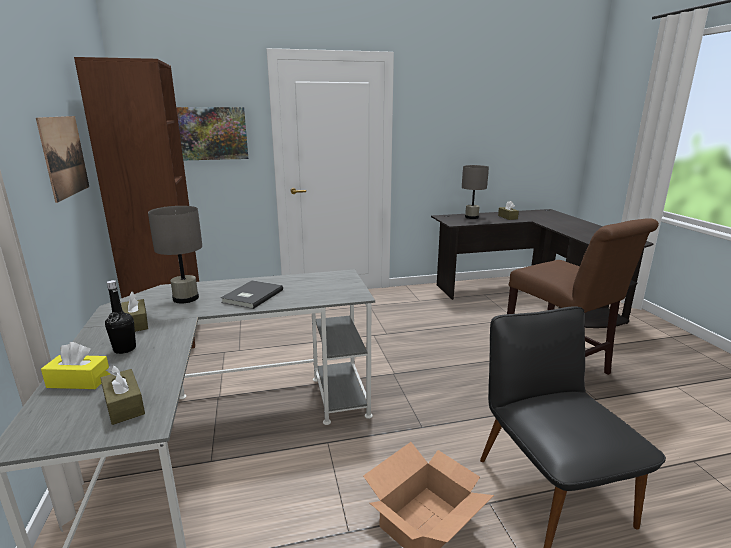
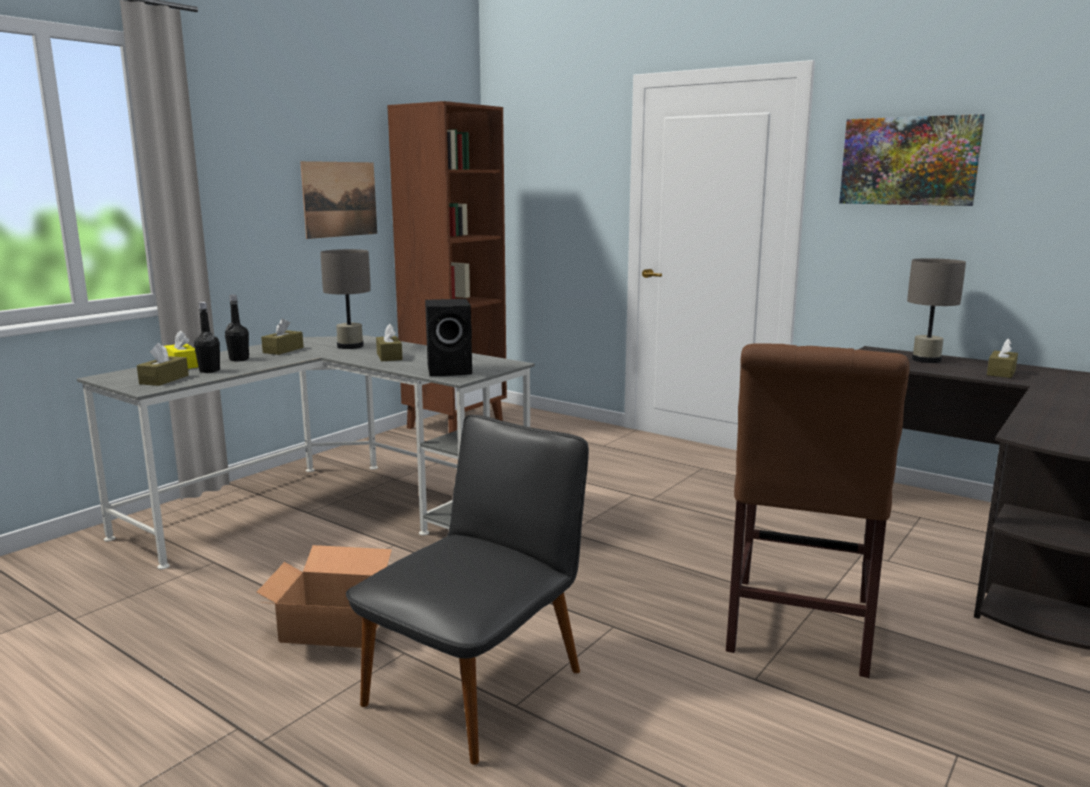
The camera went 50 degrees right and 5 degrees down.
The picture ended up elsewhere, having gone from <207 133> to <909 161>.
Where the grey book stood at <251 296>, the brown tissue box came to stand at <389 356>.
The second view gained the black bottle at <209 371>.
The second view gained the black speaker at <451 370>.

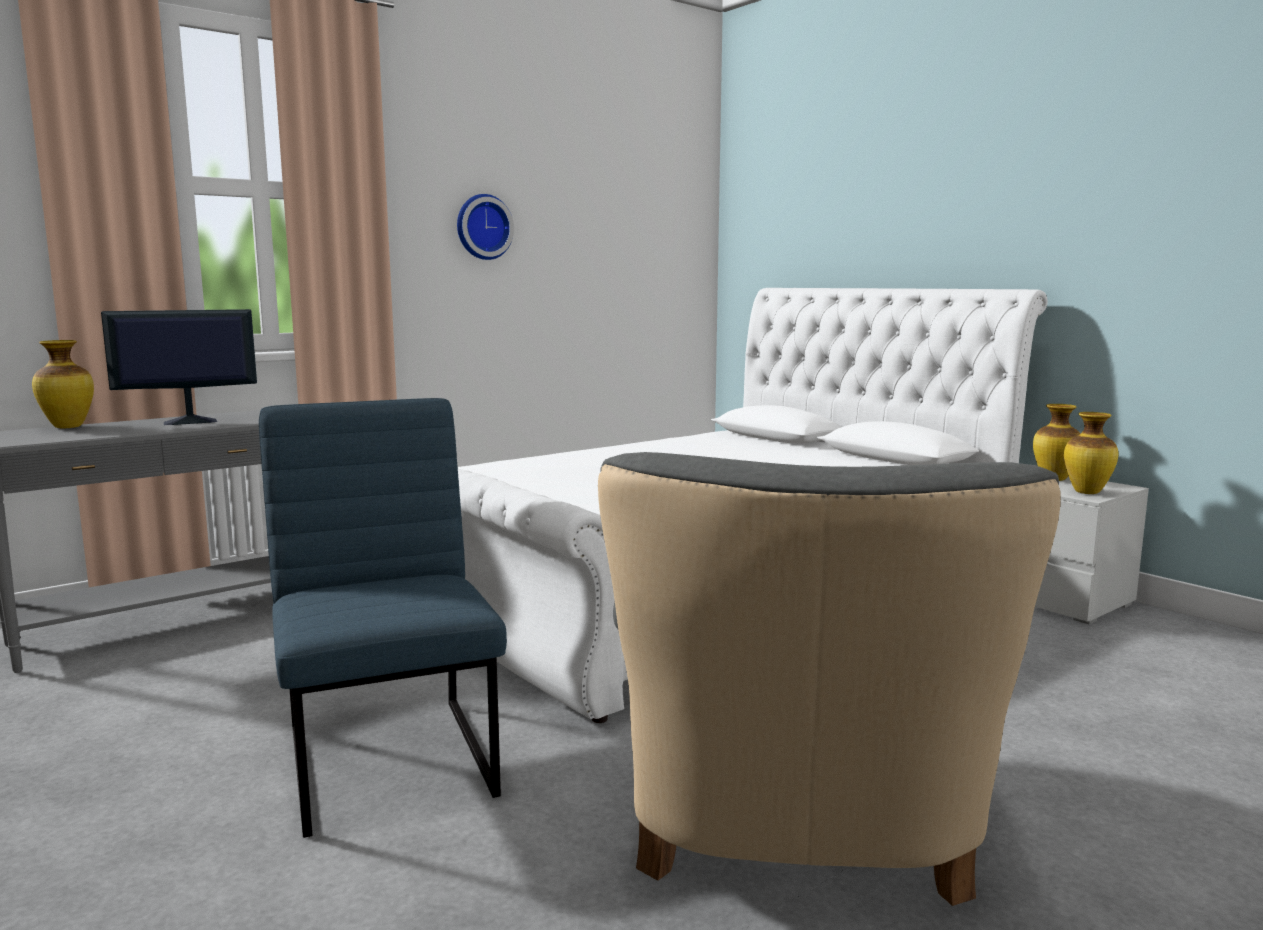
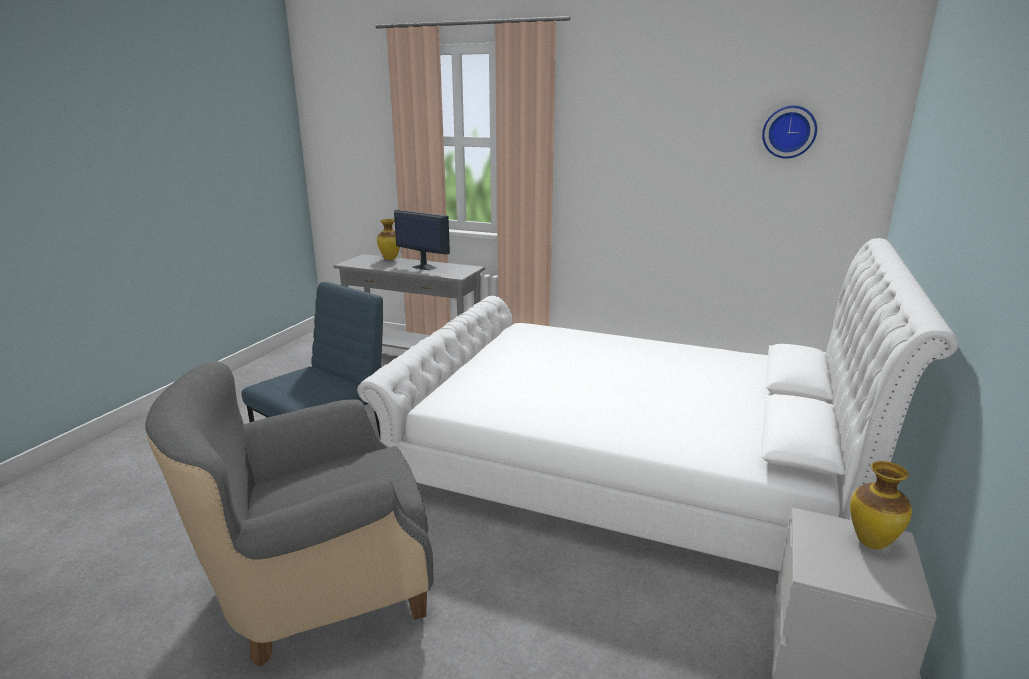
The camera went 60 degrees right and 10 degrees up.
The wall clock ended up elsewhere, having gone from <483 227> to <789 132>.
The second view lost the vase at <1087 492>.

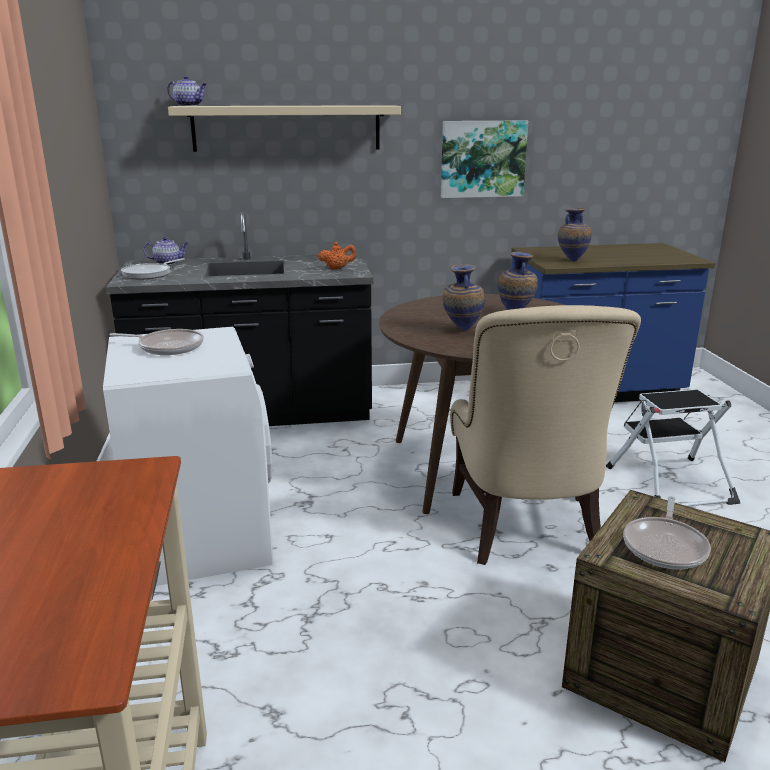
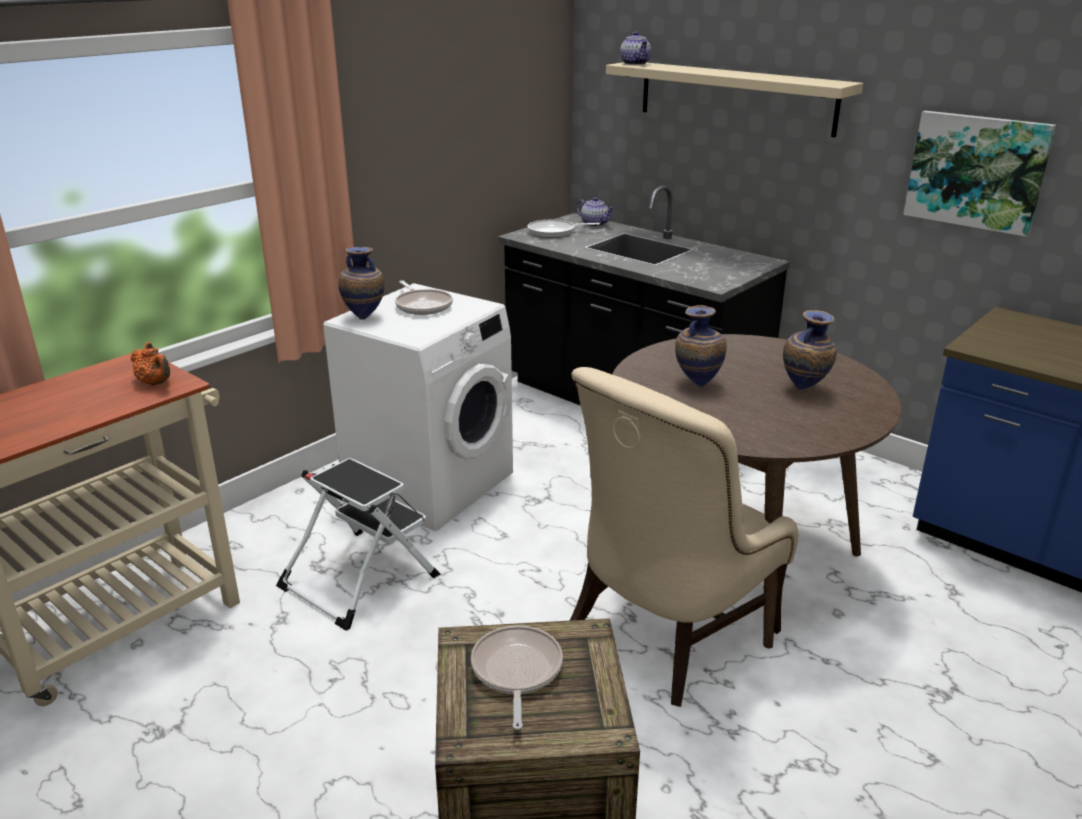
The camera went 50 degrees right and 5 degrees up.
The orange teapot ended up elsewhere, having gone from <337 268> to <156 383>.
The vase ended up elsewhere, having gone from <572 261> to <365 317>.
The step ladder ended up elsewhere, having gone from <670 482> to <359 577>.
The frying pan at <665 546> ended up facing another way, 105 degrees clockwise from before.

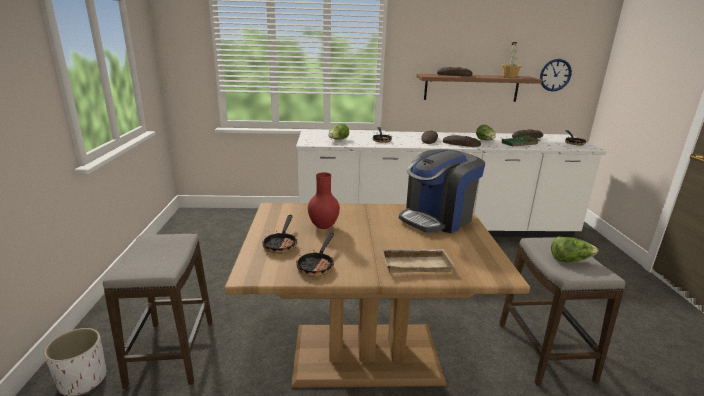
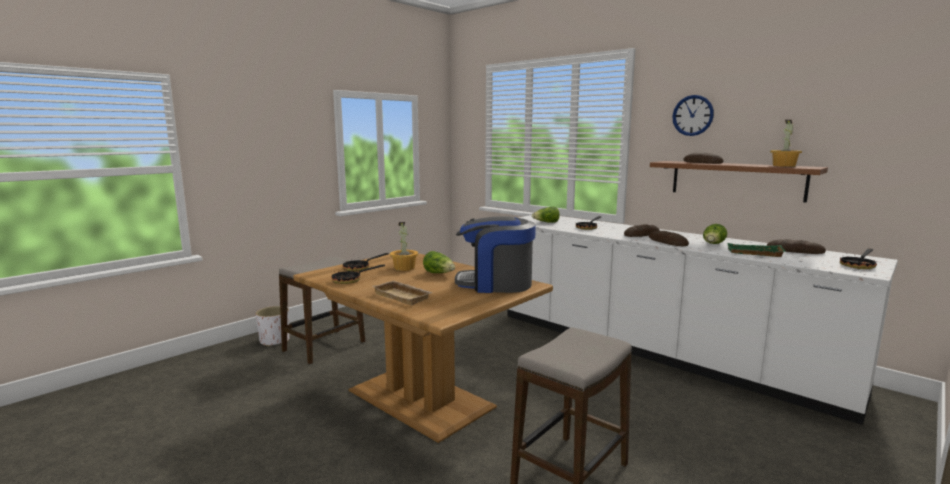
The camera went 45 degrees right and 10 degrees down.
Where the red vase stood at <323 227>, the potted plant came to stand at <404 268>.
The wall clock ended up elsewhere, having gone from <555 75> to <692 115>.
The lettuce ended up elsewhere, having gone from <570 260> to <439 273>.

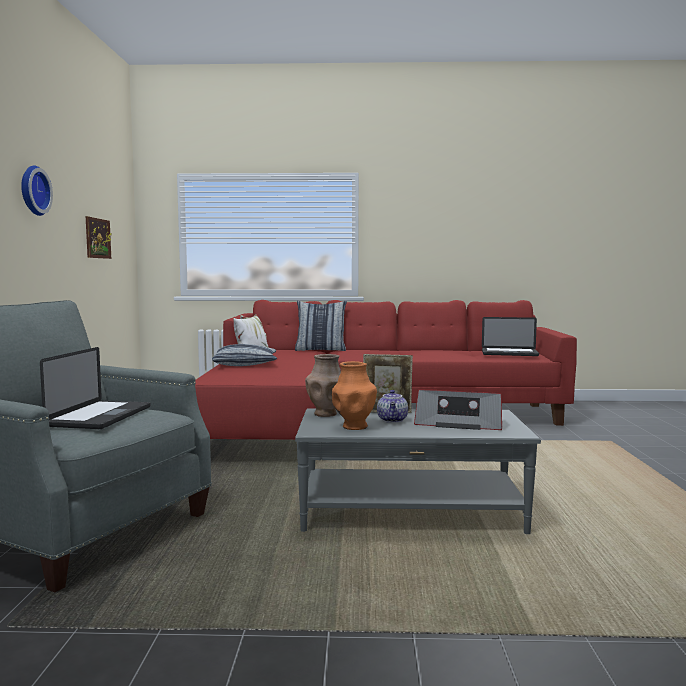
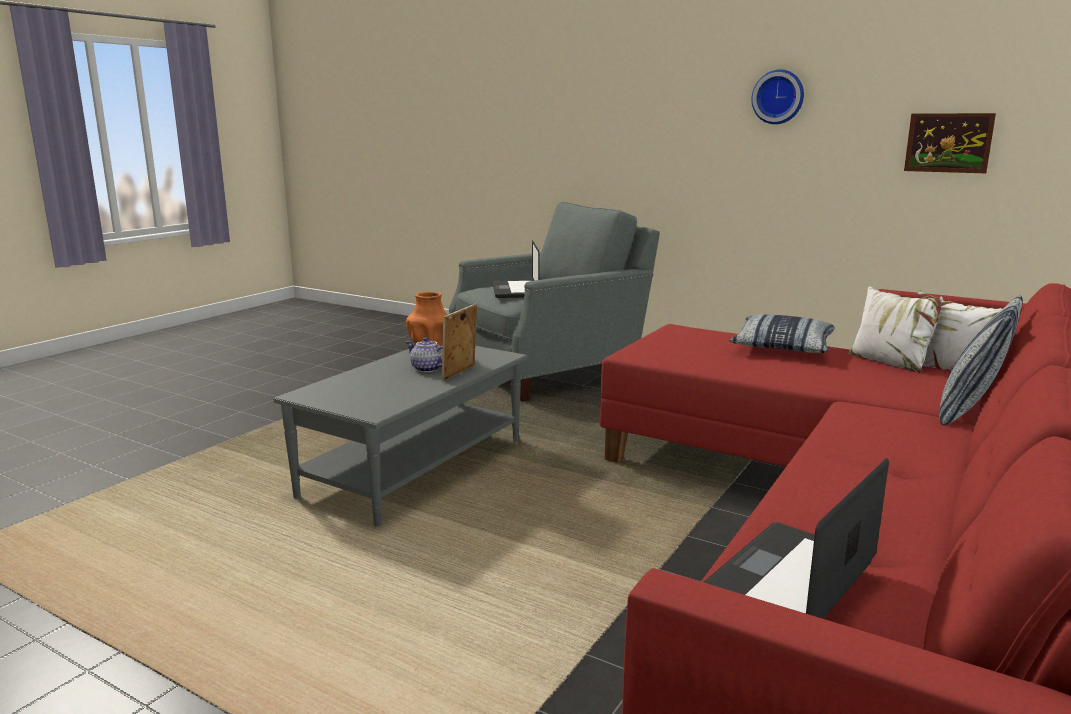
The camera went 120 degrees right and 10 degrees up.
The laptop at <100 416> ended up facing another way, 45 degrees clockwise from before.
The second view lost the brown vase at <326 414>.
The second view lost the radio at <458 423>.

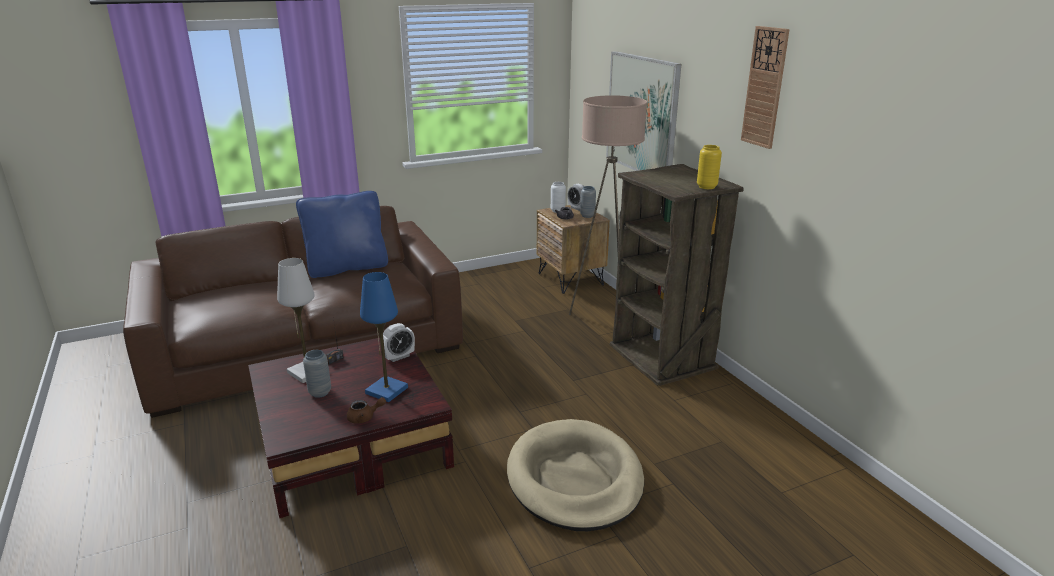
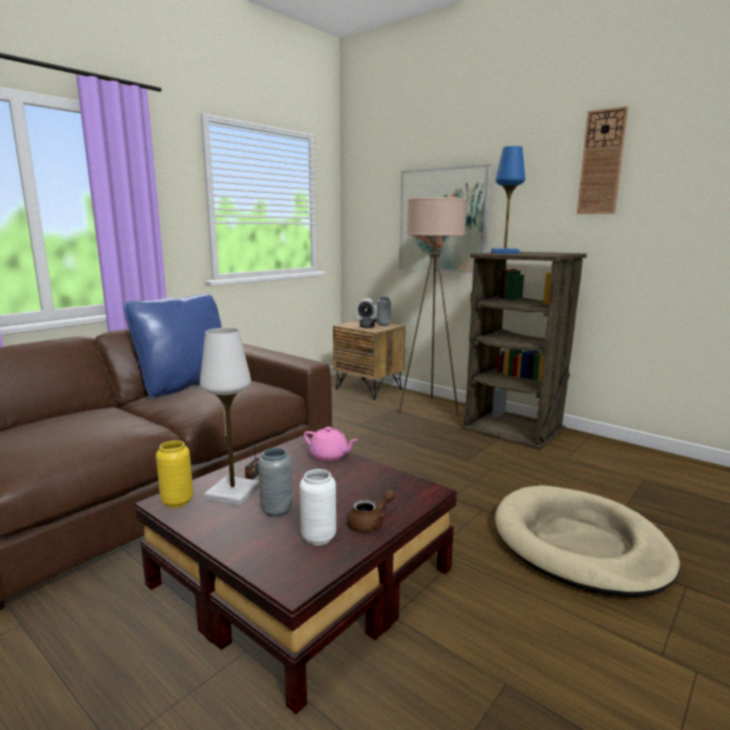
The camera went 25 degrees left and 10 degrees down.
The blue table lamp ended up elsewhere, having gone from <386 391> to <504 253>.
Where the alarm clock stood at <399 357>, the pink teapot came to stand at <329 456>.
The white vase ended up elsewhere, having gone from <557 211> to <318 538>.
The yellow vase ended up elsewhere, having gone from <706 187> to <177 501>.

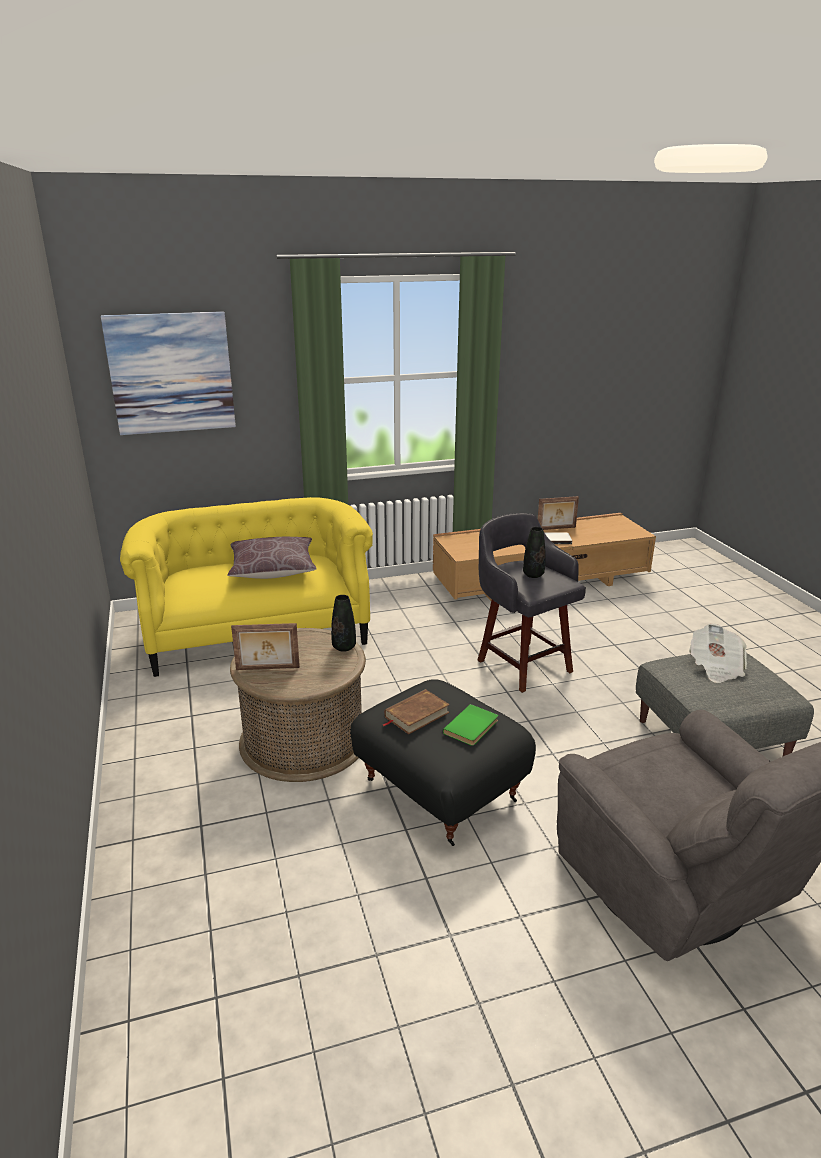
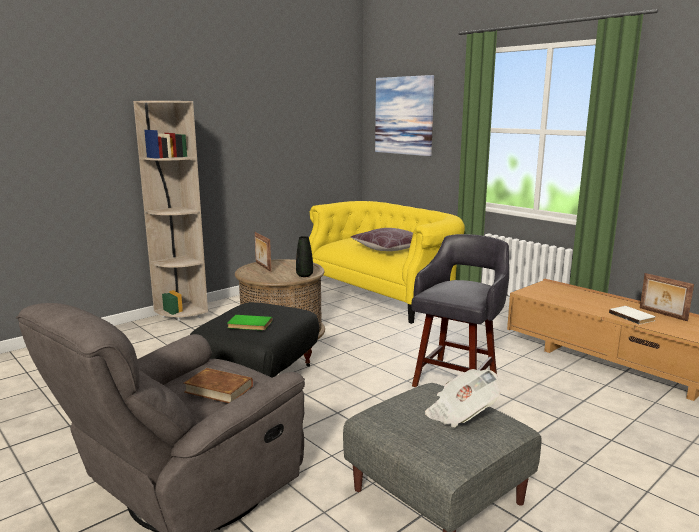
The camera went 65 degrees right and 10 degrees down.
The brown book ended up elsewhere, having gone from <416 715> to <218 389>.
The second view lost the black vase at <533 575>.
The second view gained the beige bookcase at <182 316>.

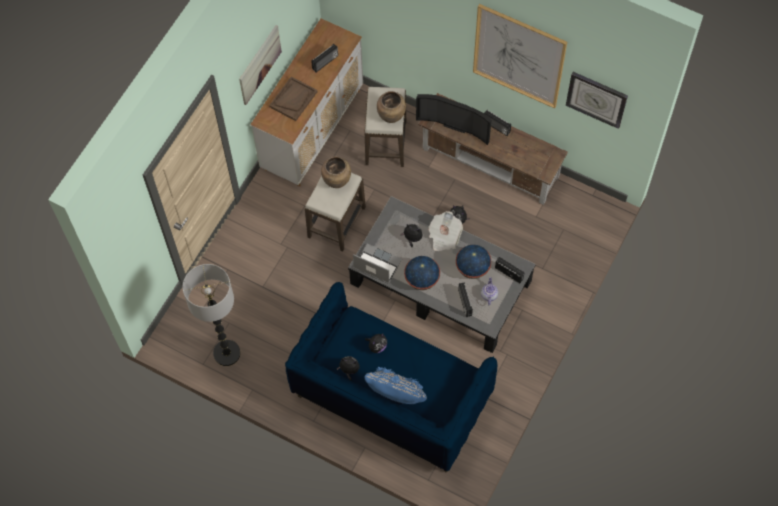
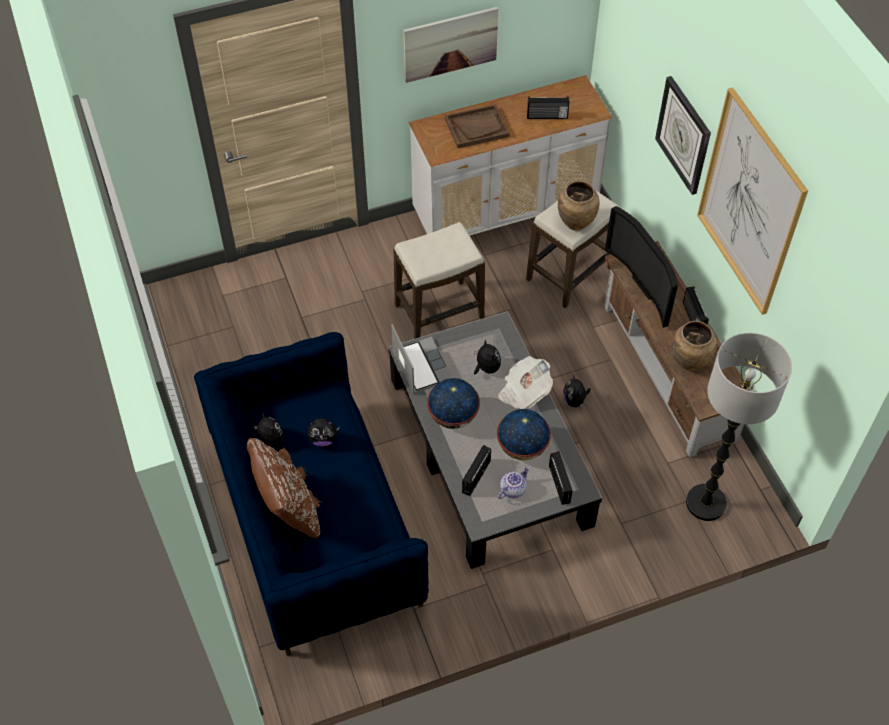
The camera went 40 degrees right and 10 degrees down.
The floor lamp ended up elsewhere, having gone from <227 353> to <705 503>.
The brown vase ended up elsewhere, having gone from <337 181> to <689 362>.
What was the blue pillow at <396 395> turned into the brown pillow at <291 508>.
The wall clock ended up elsewhere, having gone from <596 99> to <684 135>.

